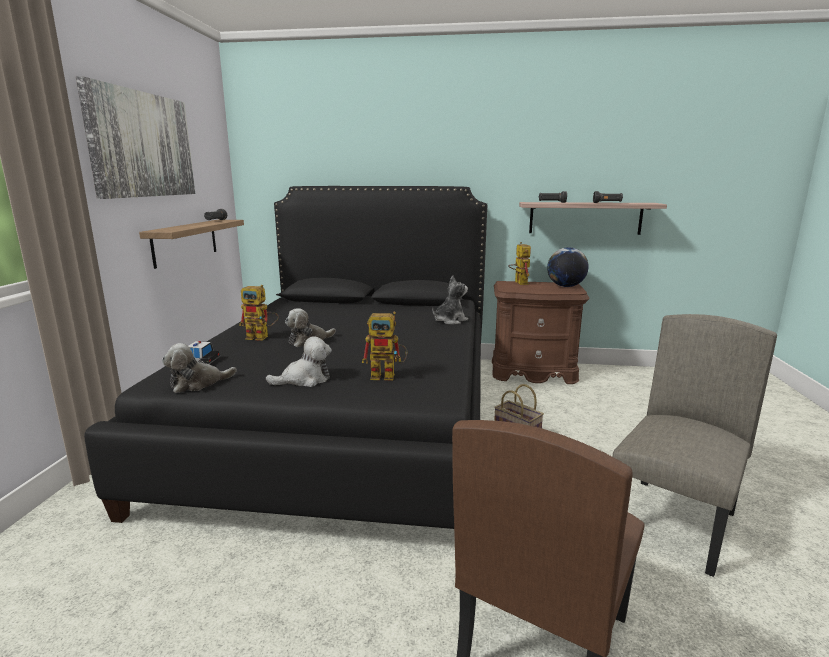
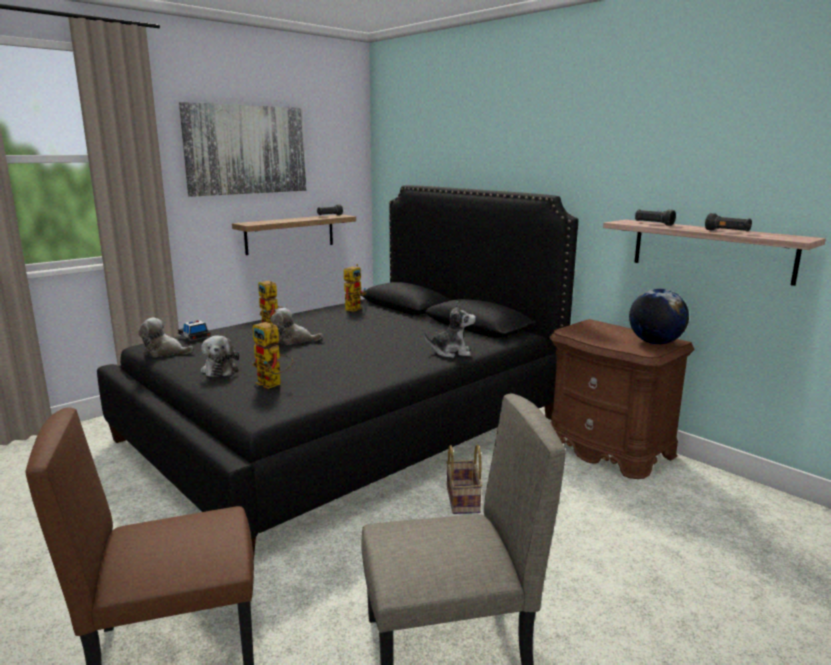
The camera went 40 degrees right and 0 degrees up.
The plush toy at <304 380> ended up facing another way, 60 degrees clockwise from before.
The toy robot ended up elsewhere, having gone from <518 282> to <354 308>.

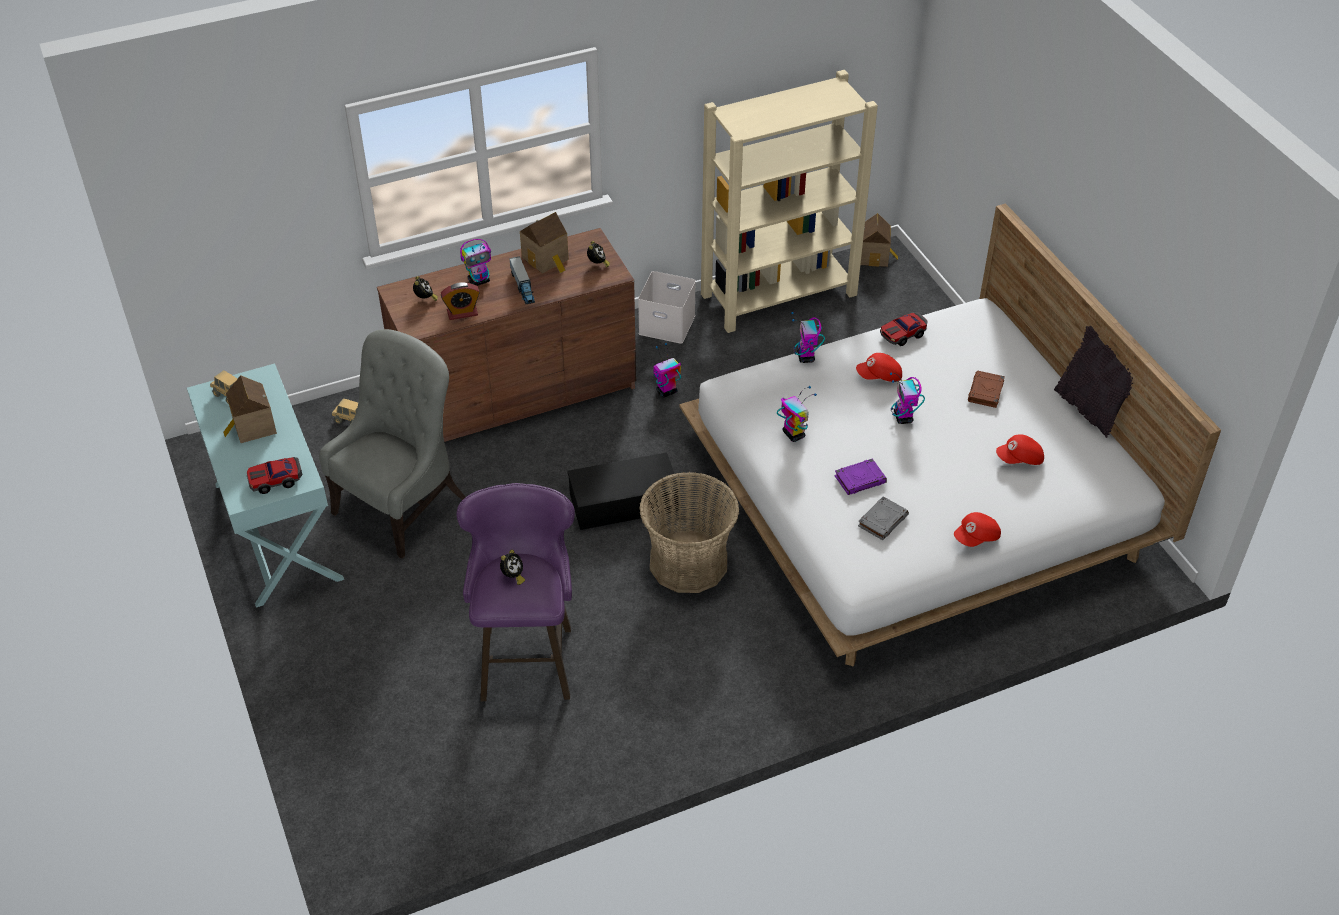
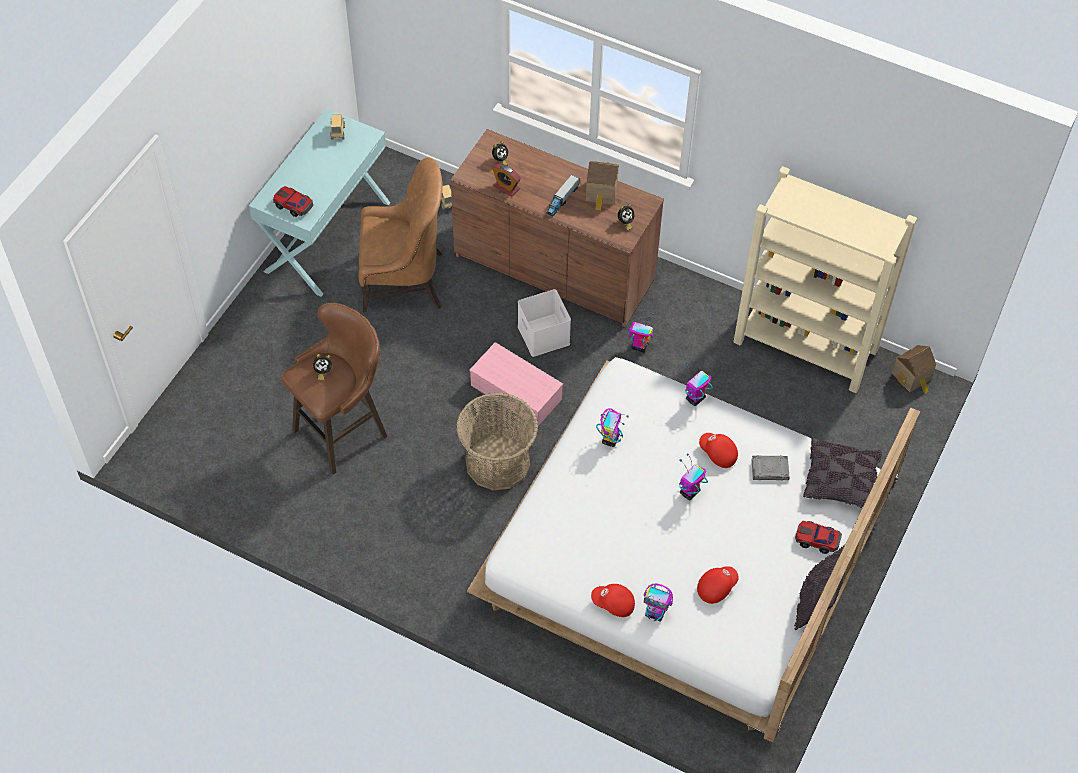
The camera went 50 degrees right and 10 degrees up.
The second view lost the toy house at <252 427>.
What was the grey chair at <402 505> turned into the brown chair at <404 280>.
What was the purple stool at <527 659> turned into the brown stool at <343 431>.
The toy robot ended up elsewhere, having gone from <479 281> to <655 613>.
What was the black storage box at <625 501> turned into the pink storage box at <517 392>.
The white storage box ended up elsewhere, having gone from <668 324> to <545 335>.
The second view lost the purple book at <860 479>.
The grey book ended up elsewhere, having gone from <882 520> to <770 469>.
The toy car ended up elsewhere, having gone from <903 334> to <817 540>.
The second view lost the brown book at <985 392>.
The red cap at <1020 459> ended up facing another way, 105 degrees clockwise from before.
The second view gained the black pillow at <840 480>.

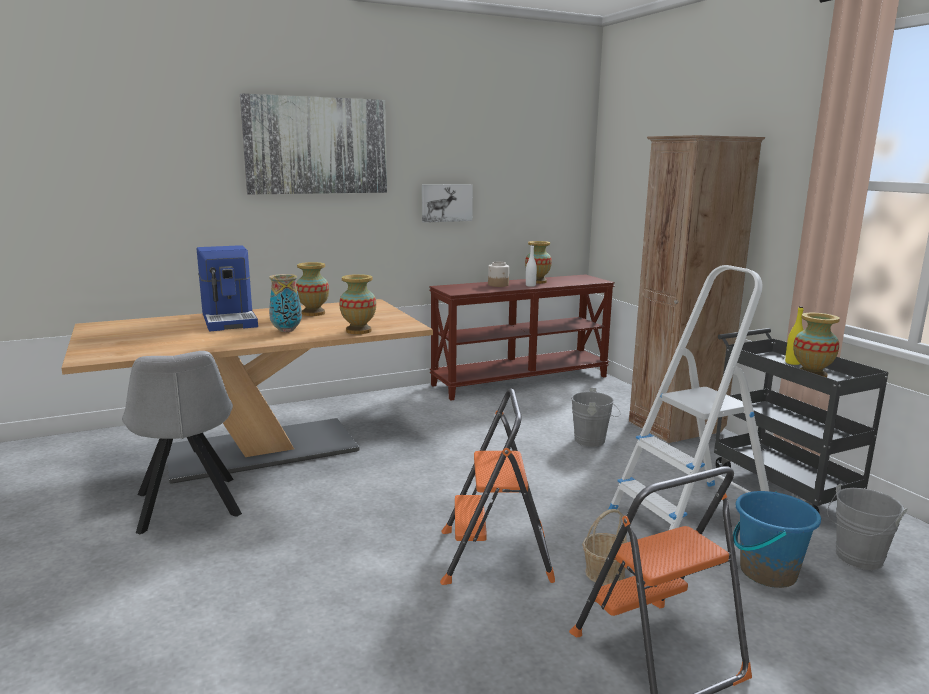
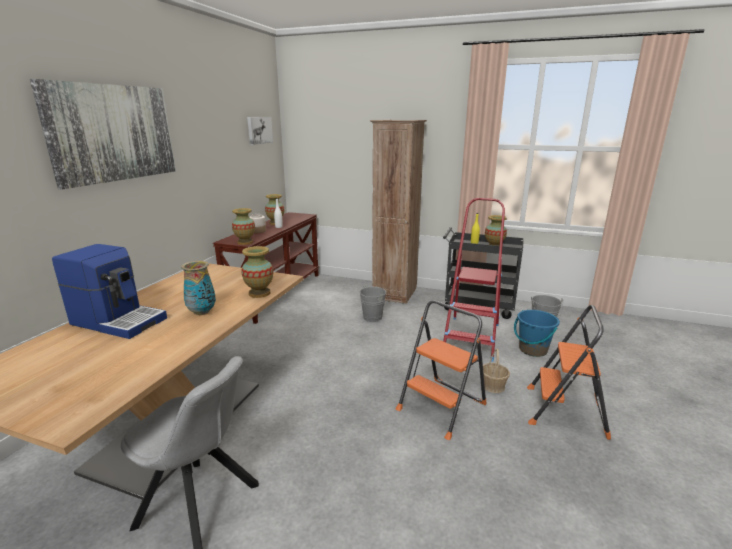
The camera went 45 degrees left and 5 degrees up.
The vase ended up elsewhere, having gone from <313 313> to <245 242>.
The picture ended up elsewhere, having gone from <446 203> to <259 130>.
What was the white step ladder at <689 515> turned into the red step ladder at <471 337>.

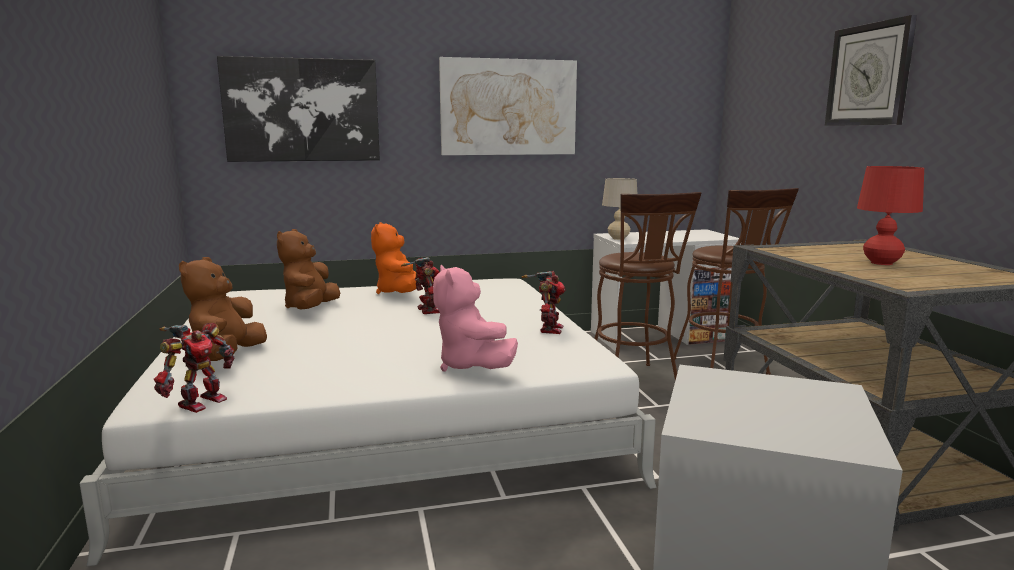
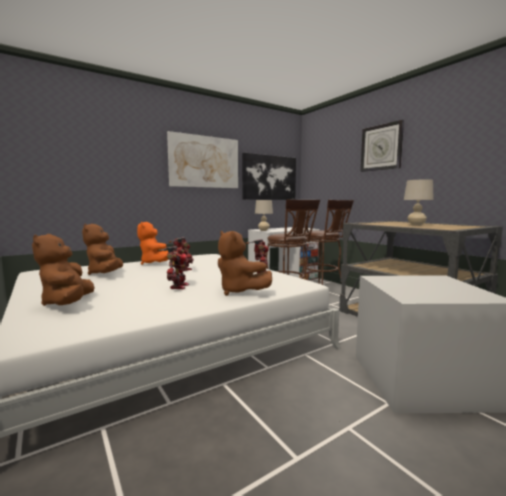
The camera went 20 degrees left and 5 degrees down.
The toy robot ended up elsewhere, having gone from <200 402> to <178 286>.
The picture ended up elsewhere, having gone from <302 110> to <269 177>.
What was the pink plush toy at <471 366> turned into the brown plush toy at <239 291>.
What was the red table lamp at <881 263> turned into the beige table lamp at <416 225>.

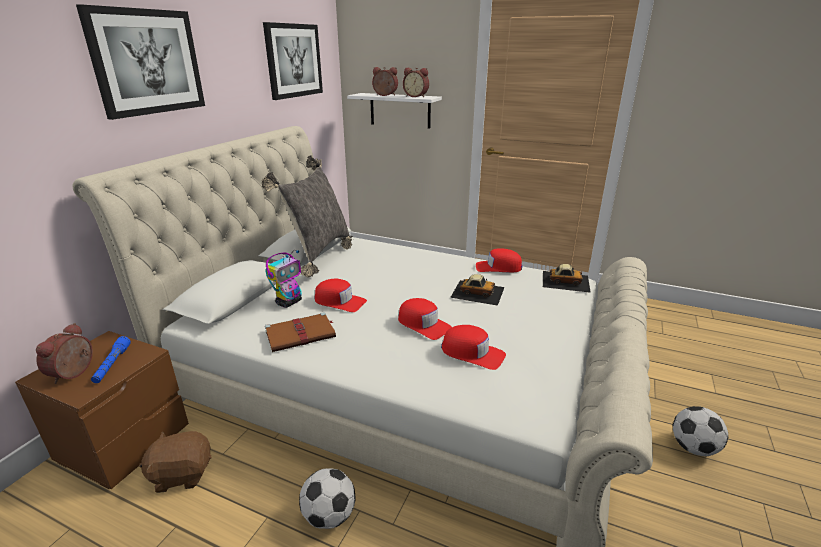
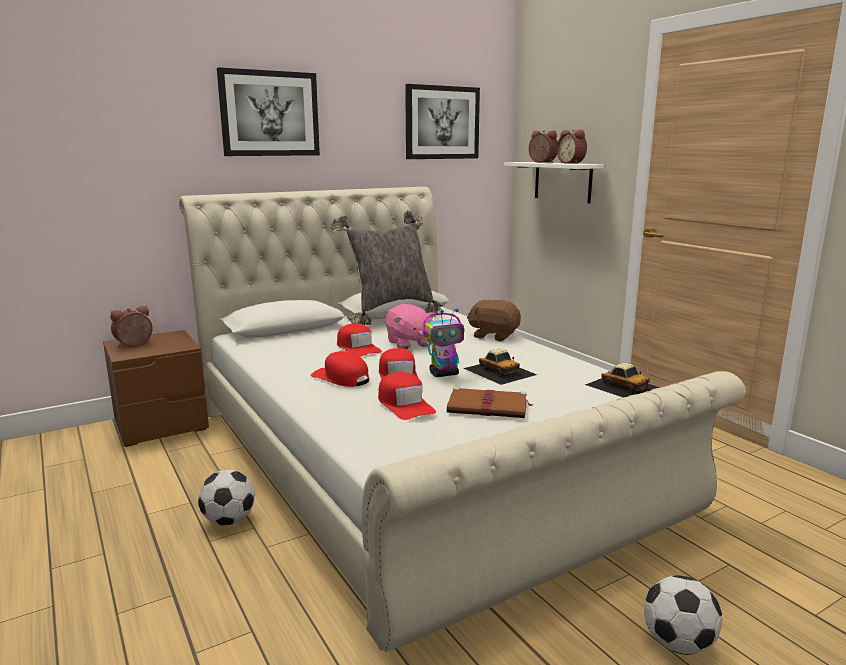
The camera went 35 degrees right and 10 degrees down.
The second view lost the blue flashlight at <112 364>.
The brown plush toy ended up elsewhere, having gone from <182 474> to <494 336>.
The toy robot ended up elsewhere, having gone from <289 302> to <444 374>.
The brown book ended up elsewhere, having gone from <301 334> to <489 407>.
The red cap ended up elsewhere, having gone from <498 267> to <341 378>.
The second view gained the pink plush toy at <408 343>.

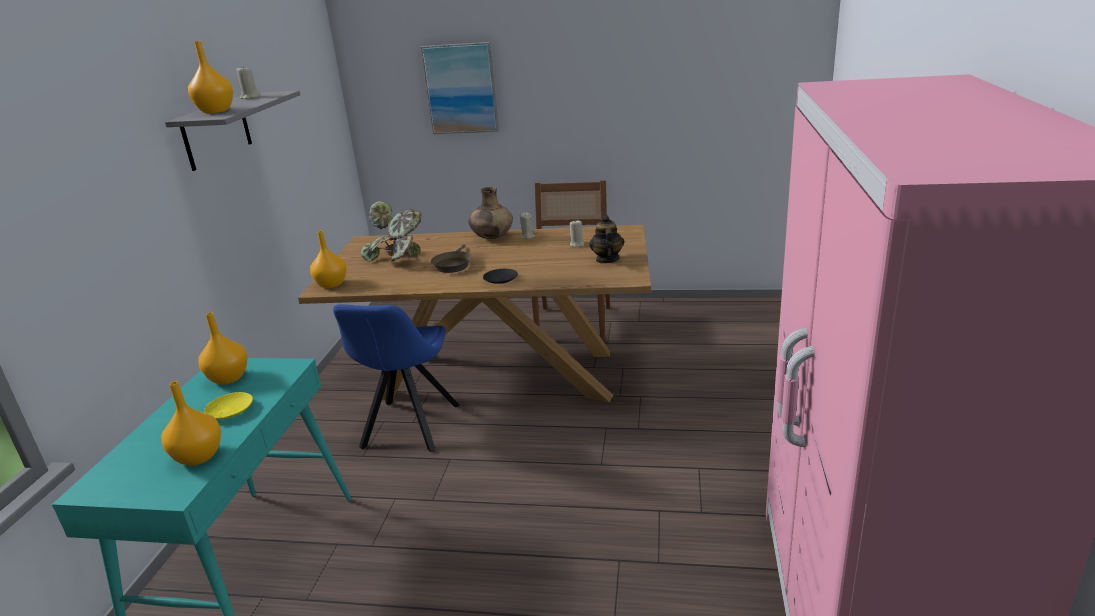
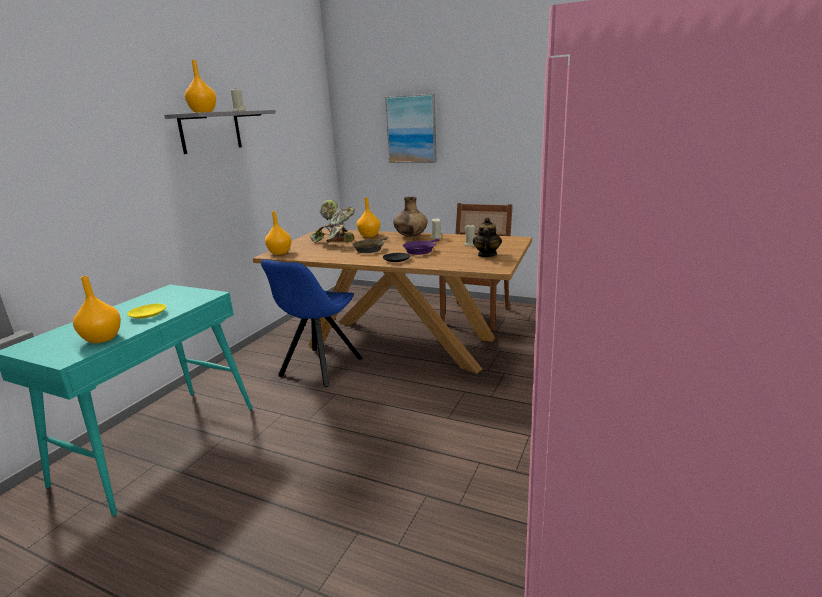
The camera went 15 degrees right and 5 degrees down.
The orange vase ended up elsewhere, having gone from <227 378> to <368 235>.
The second view gained the purple frying pan at <420 250>.

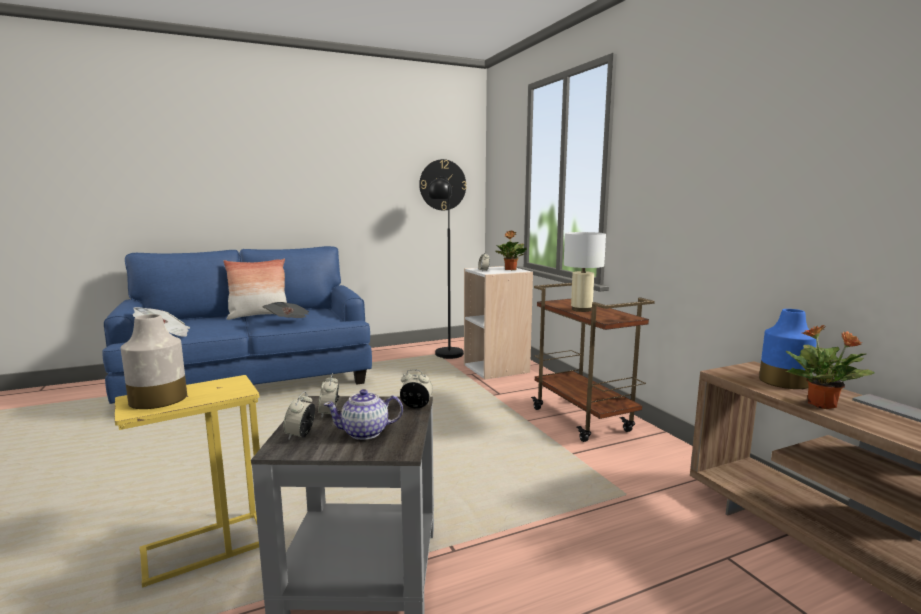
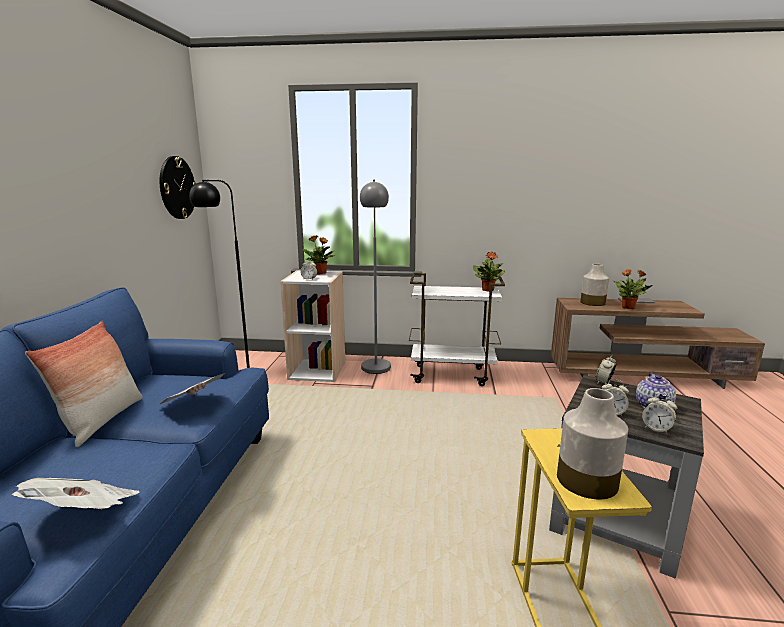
The camera went 60 degrees left and 5 degrees up.
What was the brown cart at <583 421> turned into the white cart at <453 375>.
The second view lost the white table lamp at <582 310>.
What was the blue vase at <784 381> turned into the beige vase at <593 302>.
The second view gained the grey floor lamp at <376 371>.
The second view gained the potted plant at <488 290>.

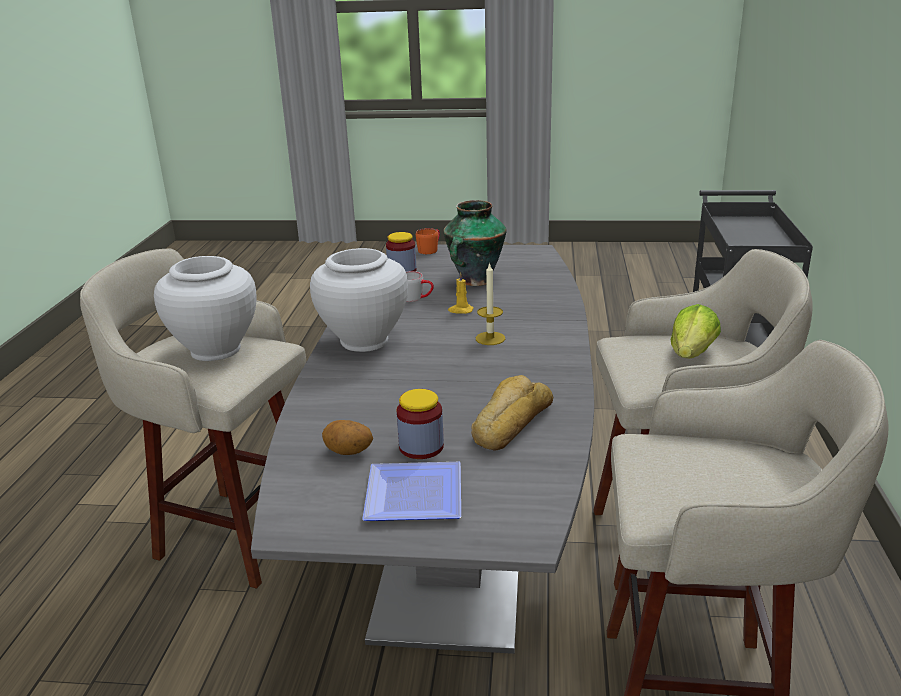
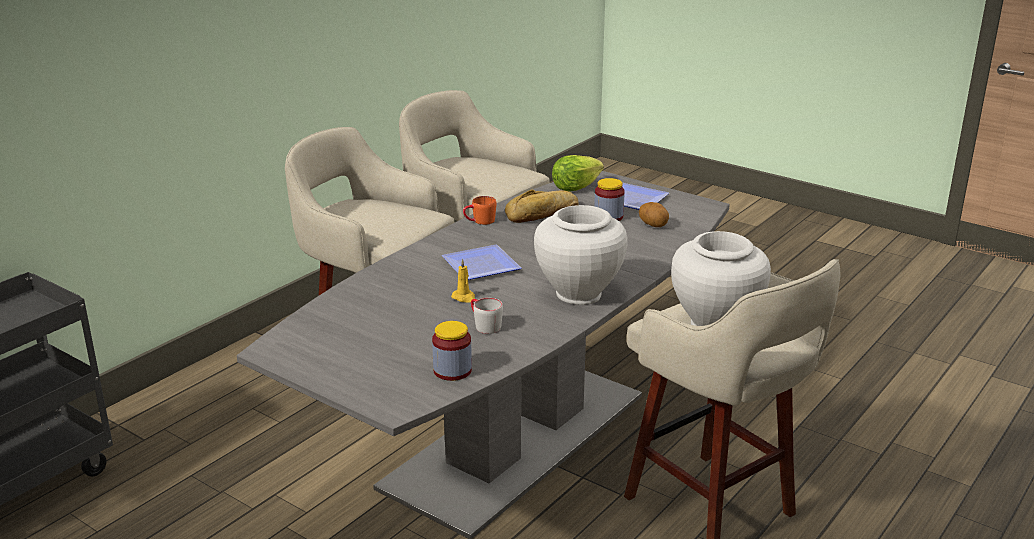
The camera went 150 degrees left and 0 degrees up.
The orange mug ended up elsewhere, having gone from <430 249> to <479 221>.
The second view lost the vase at <474 280>.
Where the candle stood at <490 338>, the plate came to stand at <478 265>.
The lettuce ended up elsewhere, having gone from <692 354> to <575 187>.

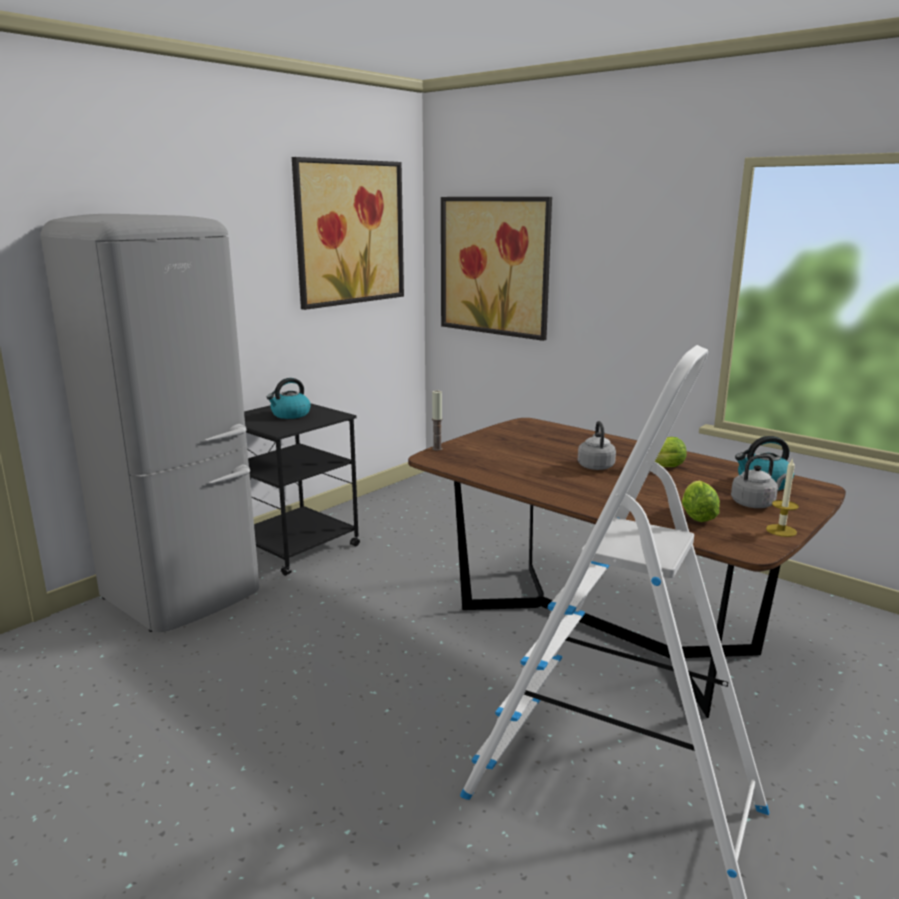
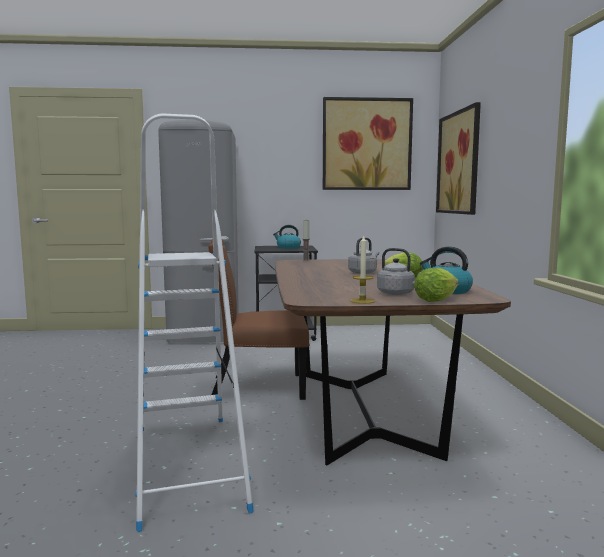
The camera went 45 degrees right and 10 degrees down.
The lettuce ended up elsewhere, having gone from <697 515> to <437 300>.
The second view gained the brown chair at <260 387>.

